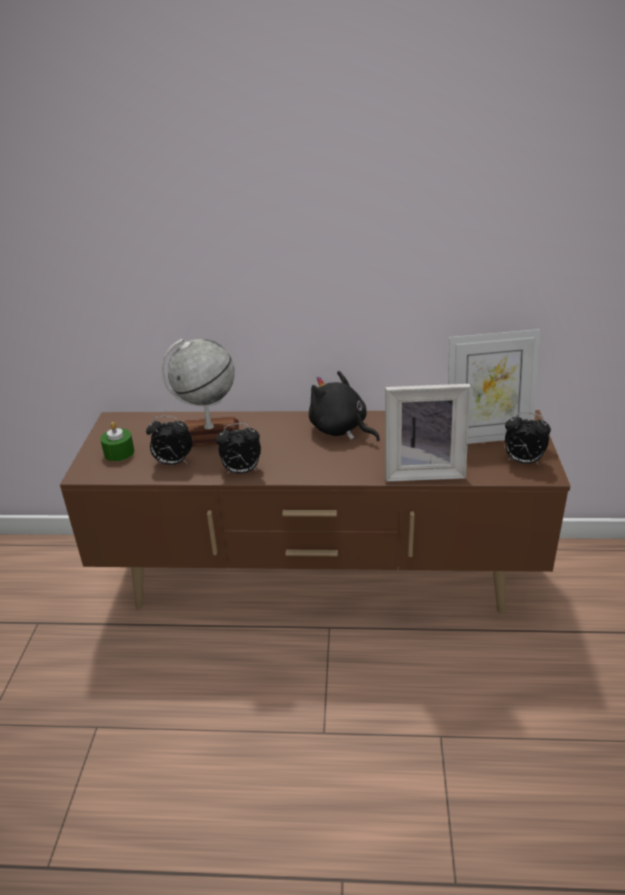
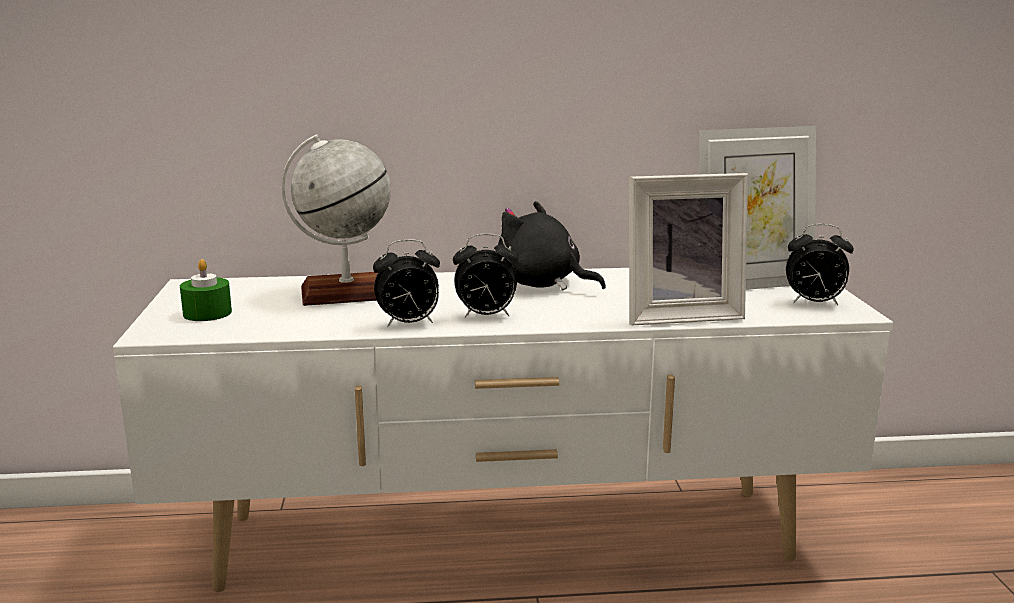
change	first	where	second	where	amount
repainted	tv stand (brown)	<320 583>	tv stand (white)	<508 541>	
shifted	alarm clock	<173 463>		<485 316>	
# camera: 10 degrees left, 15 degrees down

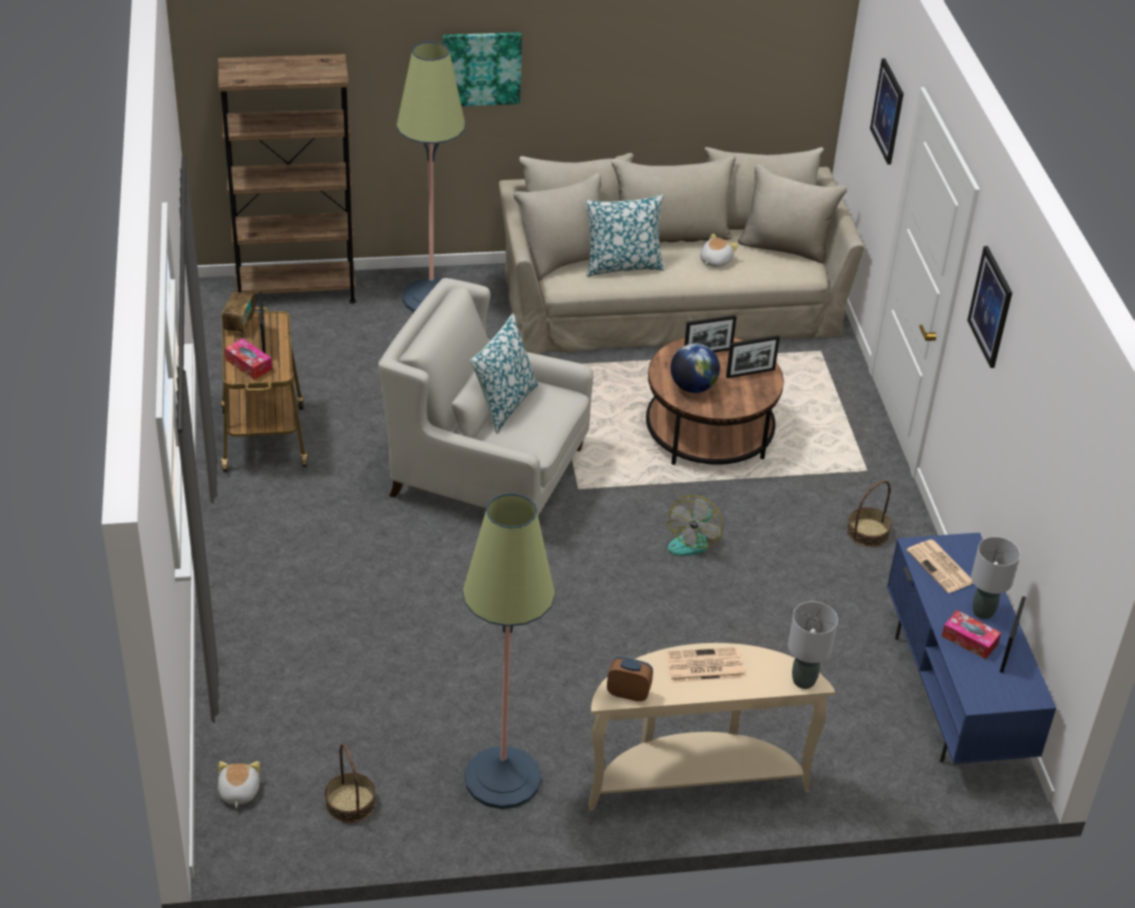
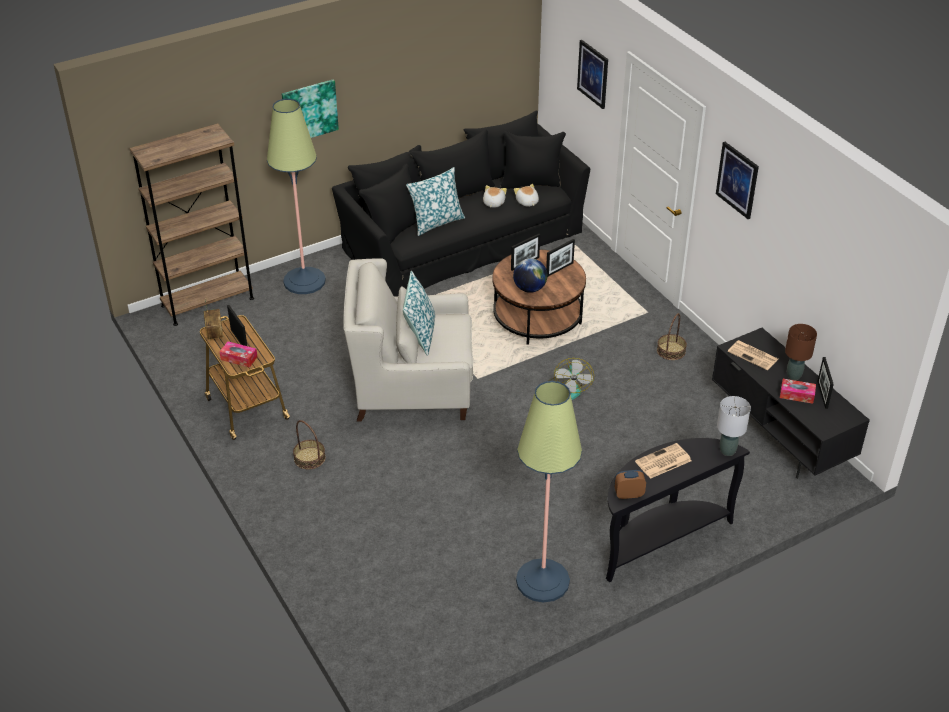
change	first	where	second	where	amount
shifted	plush toy	<238 792>		<527 202>	
shifted	basket	<350 803>		<309 458>	
repainted	sofa (beige)	<671 302>	sofa (black)	<463 240>	
repainted	console table (beige)	<694 777>	console table (black)	<659 538>	
repainted	tv stand (blue)	<955 696>	tv stand (black)	<781 435>	
repainted	table lamp (grey)	<983 612>	table lamp (brown)	<794 375>	
# camera: 20 degrees left, 0 degrees up

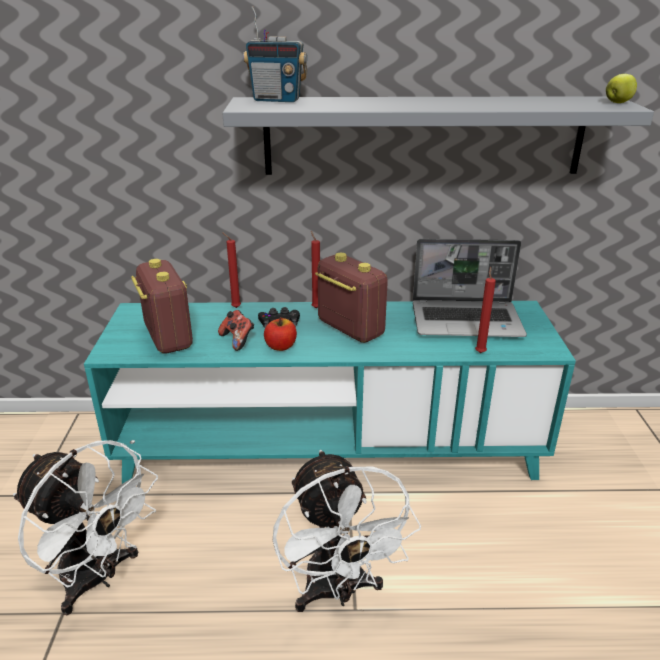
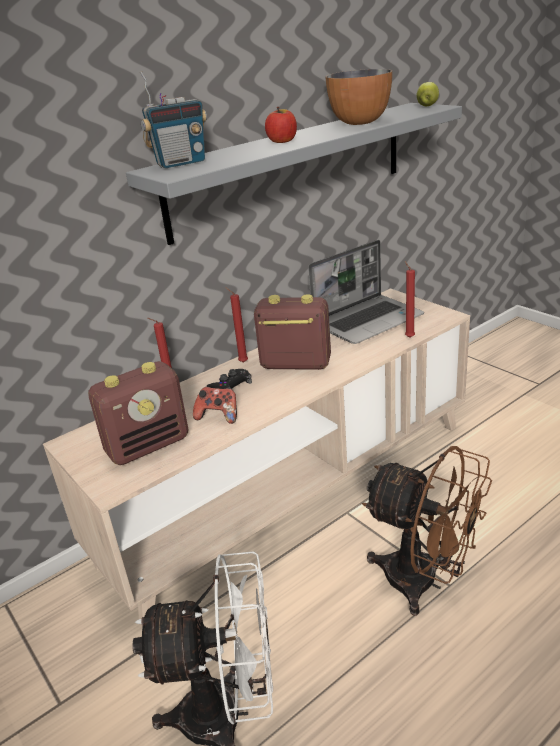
change	first	where	second	where	amount
repainted	tv stand (turquoise)	<330 447>	tv stand (beige)	<292 490>	
rotated	radio	<168 337>		<148 445>	120 degrees clockwise
shifted	apple	<281 346>		<282 141>	
repainted	fan (white)	<337 591>	fan (brown)	<424 582>	
new			bowl	<360 122>	
# camera: 35 degrees left, 0 degrees up

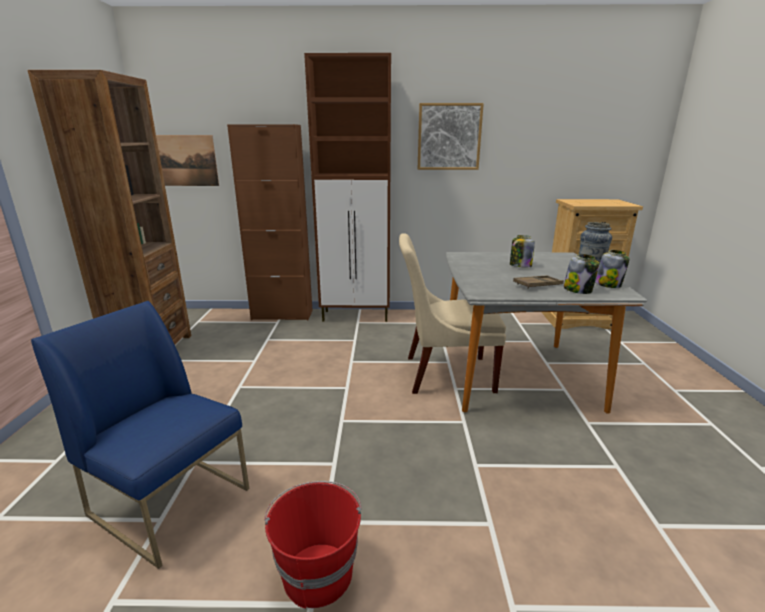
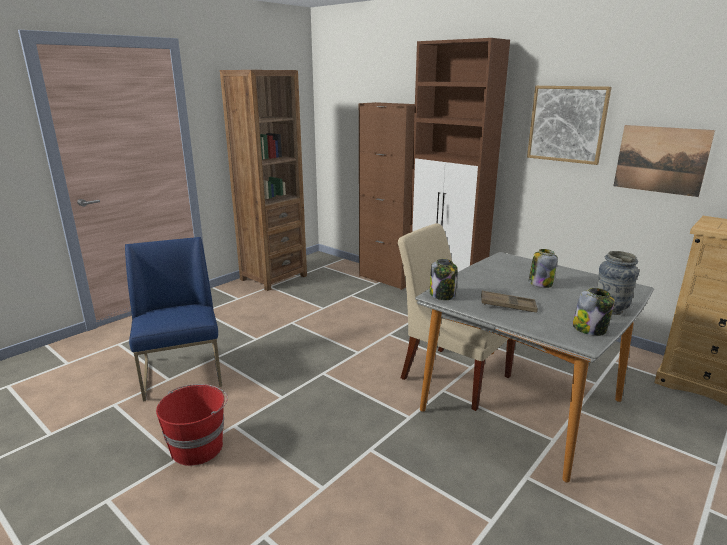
change	first	where	second	where	amount
shifted	picture	<186 160>		<660 160>	
shifted	jar	<578 290>		<443 295>	
# camera: 40 degrees right, 0 degrees up

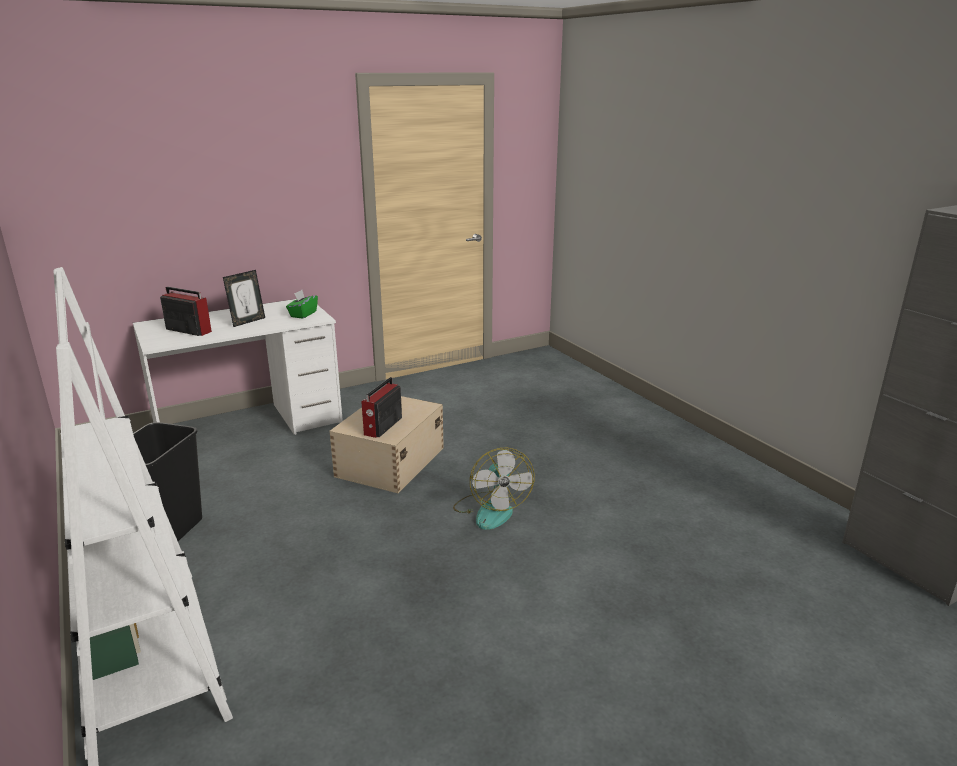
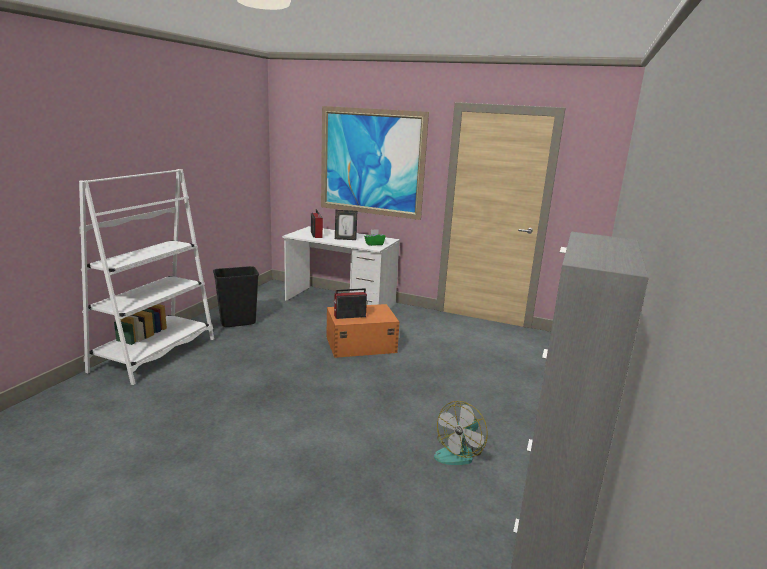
change	first	where	second	where	amount
repainted	storage box (beige)	<389 462>	storage box (orange)	<360 344>	
shifted	fan	<491 510>		<459 452>	
new			picture	<371 162>	
# camera: 50 degrees right, 5 degrees down

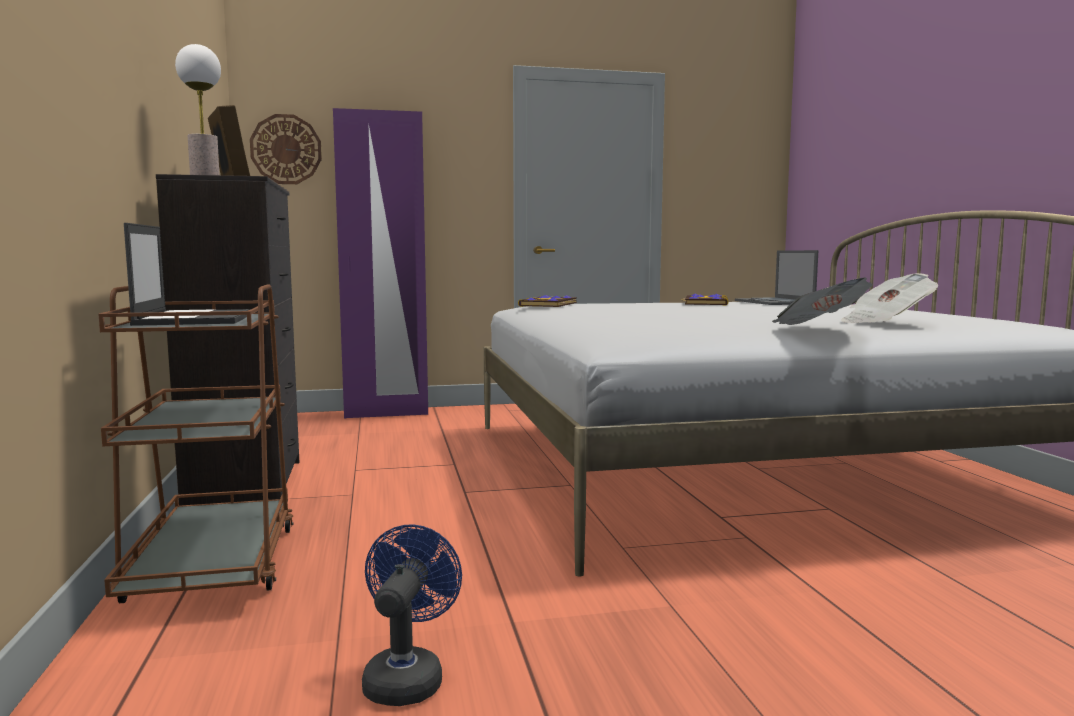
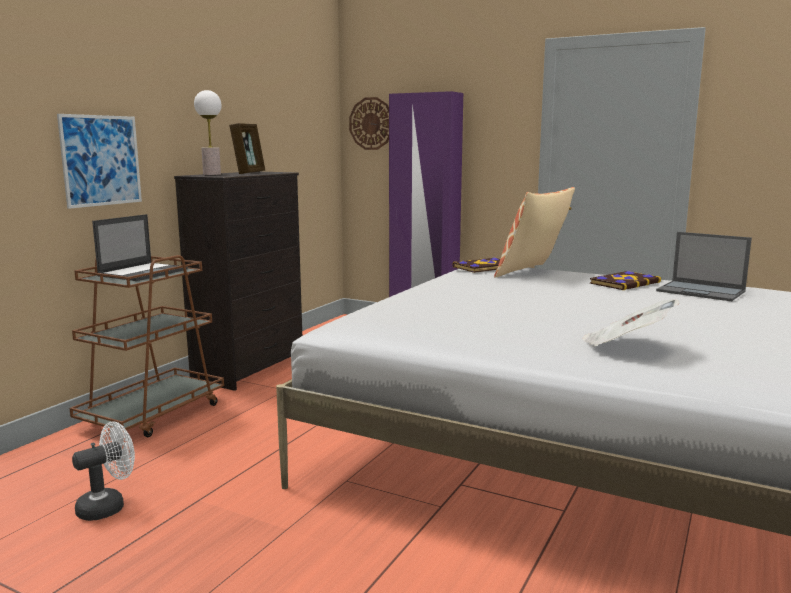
change	first	where	second	where	amount
repainted	fan (blue)	<407 677>	fan (white)	<108 506>	
rotated	laptop	<775 302>		<701 291>	75 degrees counterclockwise
gone	newspaper	<819 328>			
new			picture	<101 160>	
new			pillow	<533 272>	
# camera: 40 degrees right, 5 degrees up

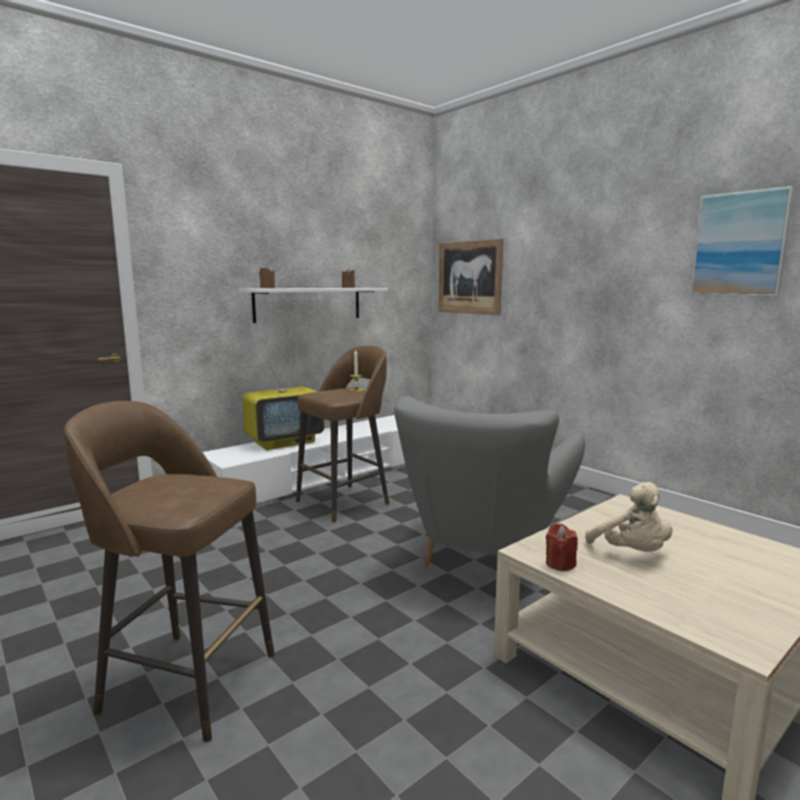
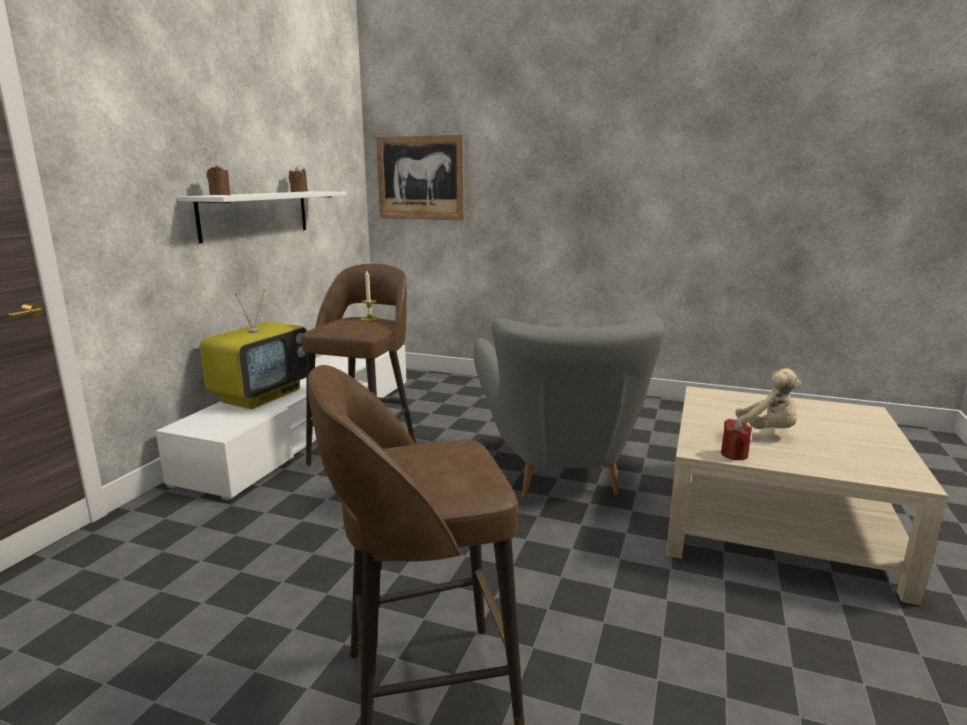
change	first	where	second	where	amount
gone	picture	<740 244>			
# camera: 30 degrees left, 5 degrees up

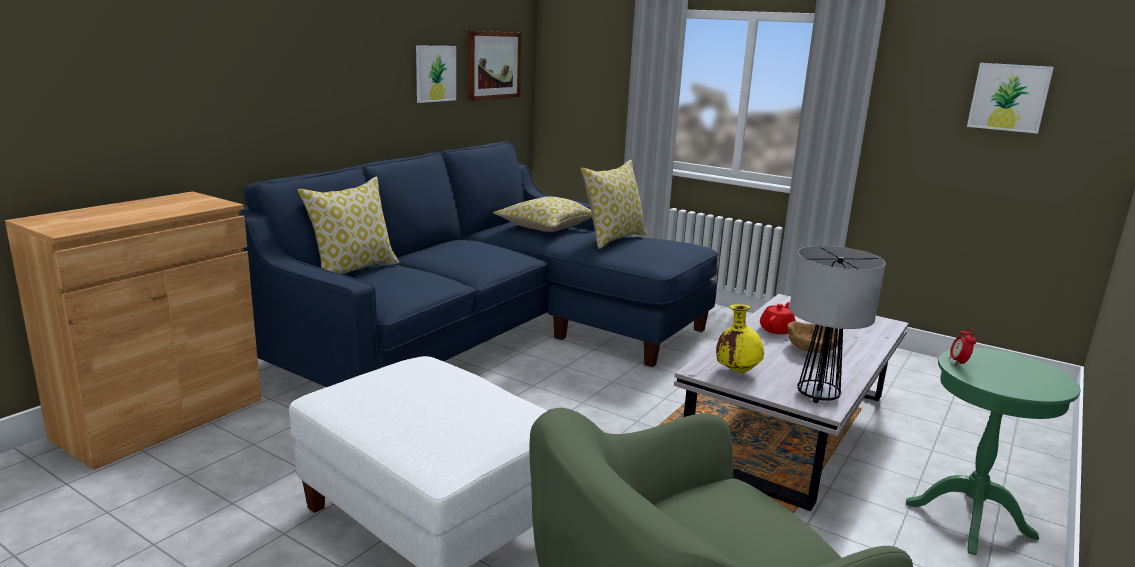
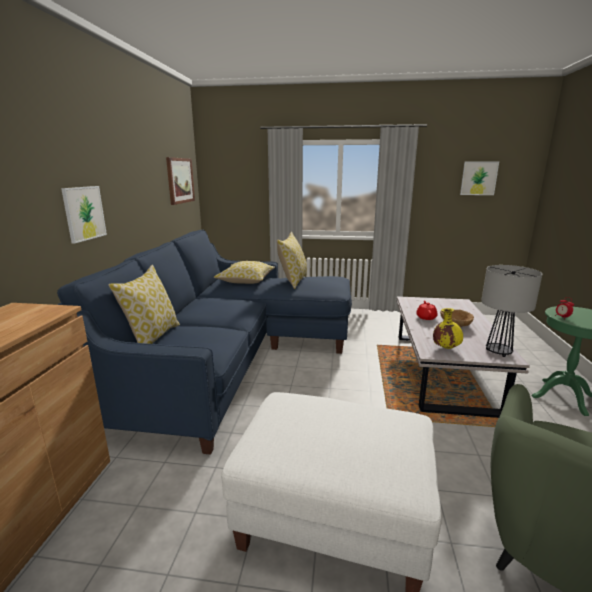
change	first	where	second	where	amount
shifted	picture	<435 73>		<84 213>	
# camera: 25 degrees left, 0 degrees up

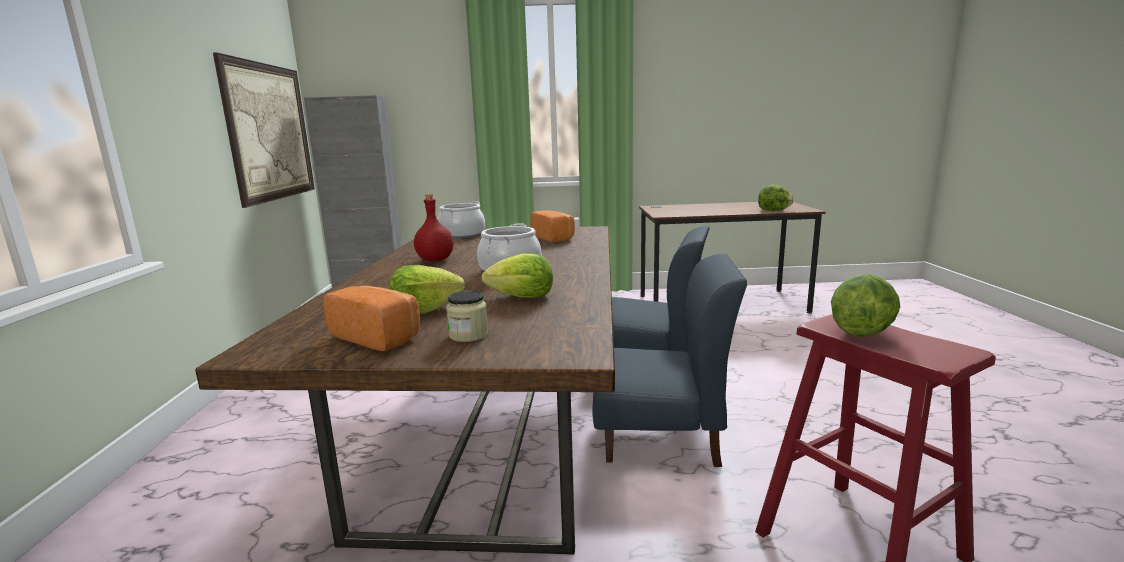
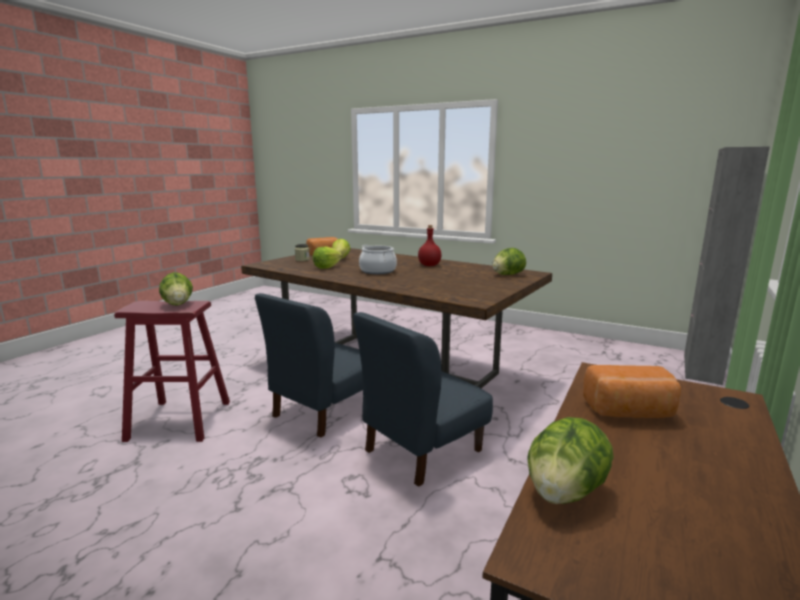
change	first	where	second	where	amount
gone	picture	<270 132>			
swapped	cooking pot	<462 235>	lettuce	<507 275>	
shifted	bread	<554 238>		<630 412>	
# camera: 120 degrees right, 0 degrees up

